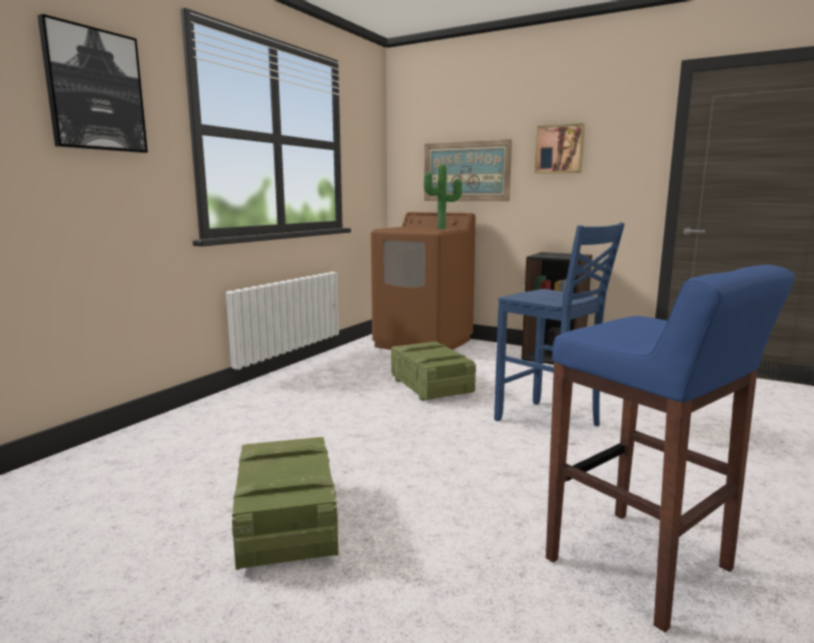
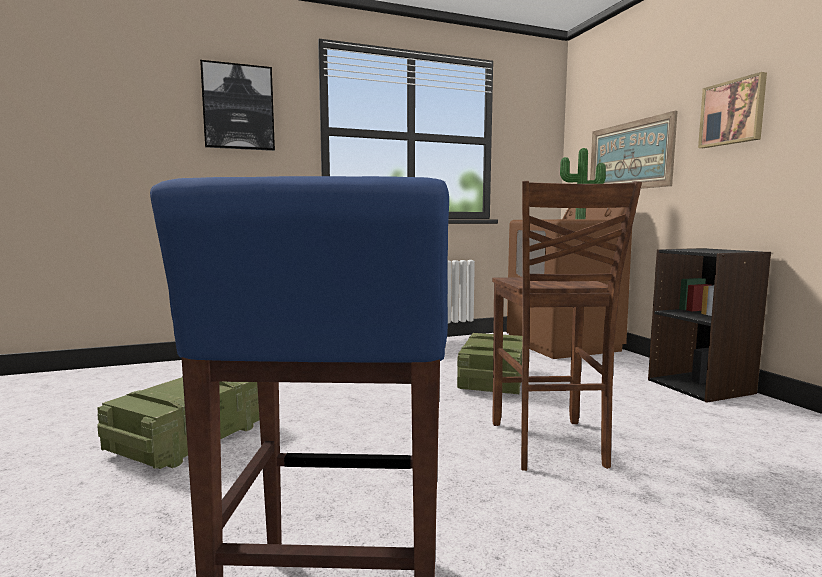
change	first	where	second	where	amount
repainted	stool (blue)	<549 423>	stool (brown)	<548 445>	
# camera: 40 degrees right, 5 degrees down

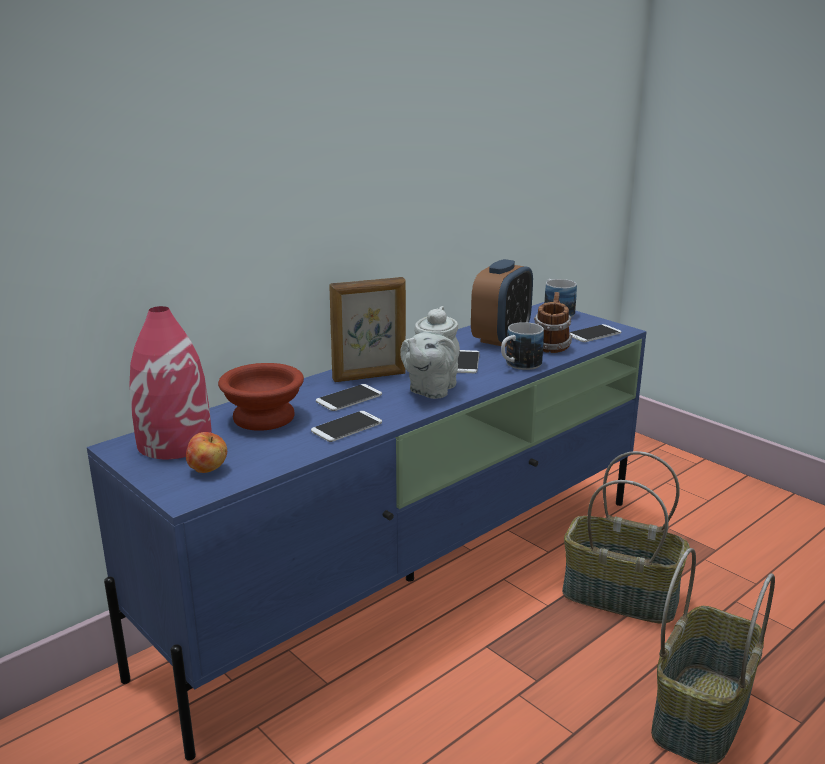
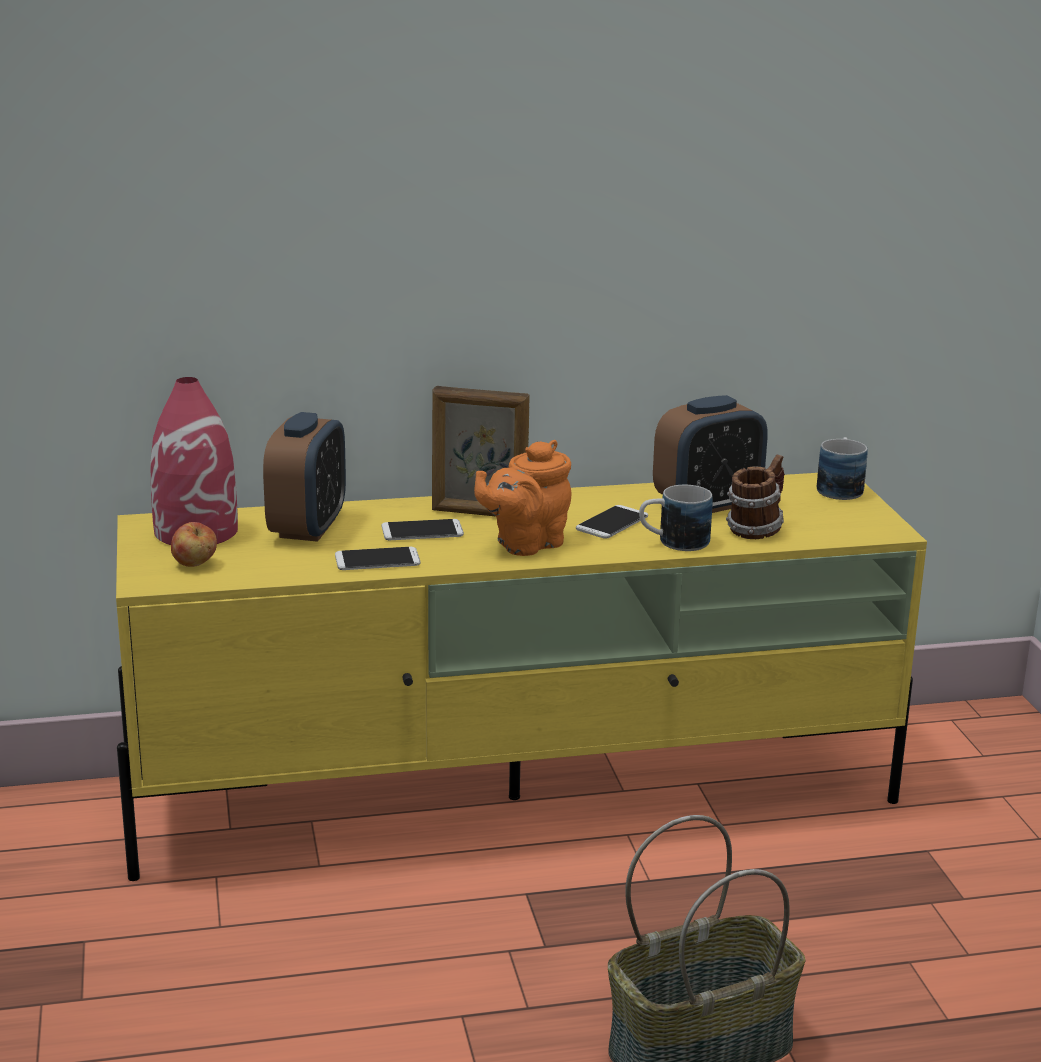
change	first	where	second	where	amount
repainted	tv stand (blue)	<413 578>	tv stand (yellow)	<519 797>	
swapped	bowl (brown)	<261 417>	alarm clock	<308 528>	
repainted	teapot (grey)	<431 390>	teapot (orange)	<525 544>	
gone	basket	<618 597>			
gone	phone	<594 334>			
# camera: 30 degrees right, 0 degrees up

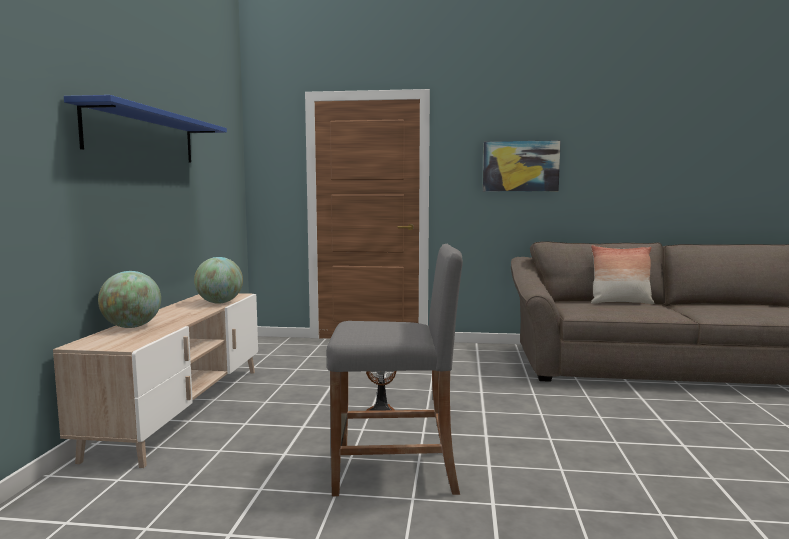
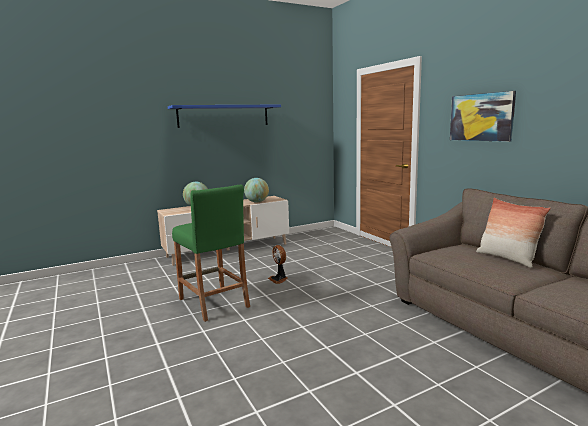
change	first	where	second	where	amount
repainted	stool (grey)	<395 472>	stool (green)	<213 303>	
# camera: 55 degrees right, 5 degrees up

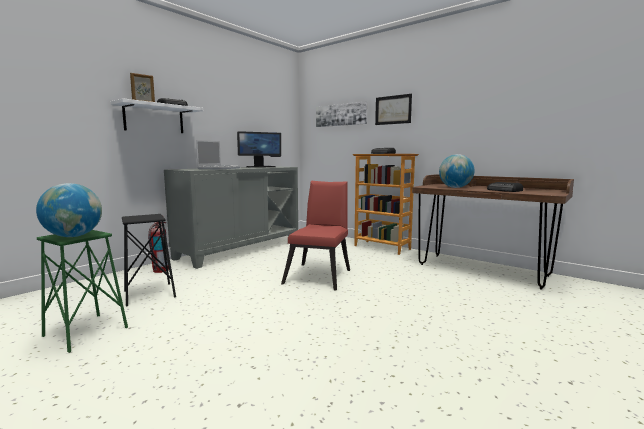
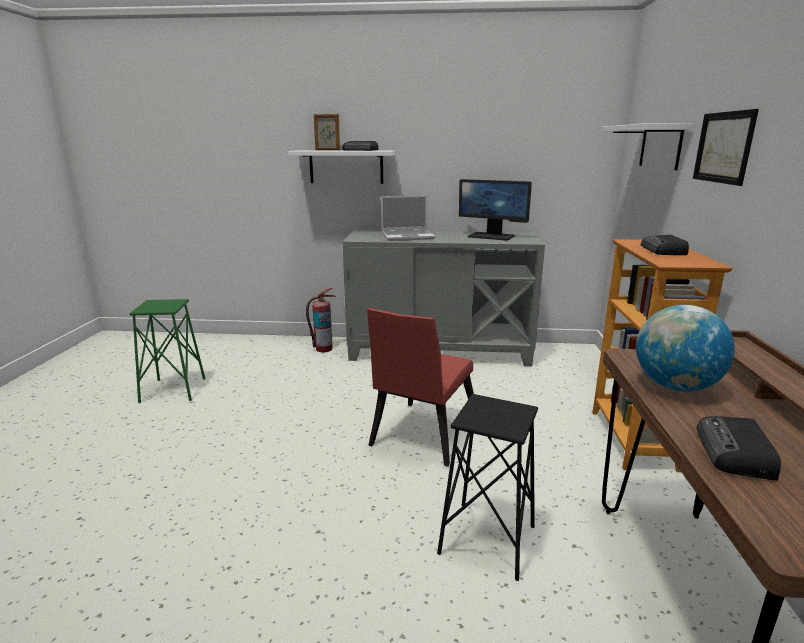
change	first	where	second	where	amount
gone	globe	<73 236>			
shifted	stool (black)	<149 294>		<487 539>	
rotated	chair (red)	<320 275>		<421 436>	135 degrees clockwise
swapped	picture	<341 115>	shelf (white)	<660 146>	
# camera: 55 degrees right, 10 degrees up

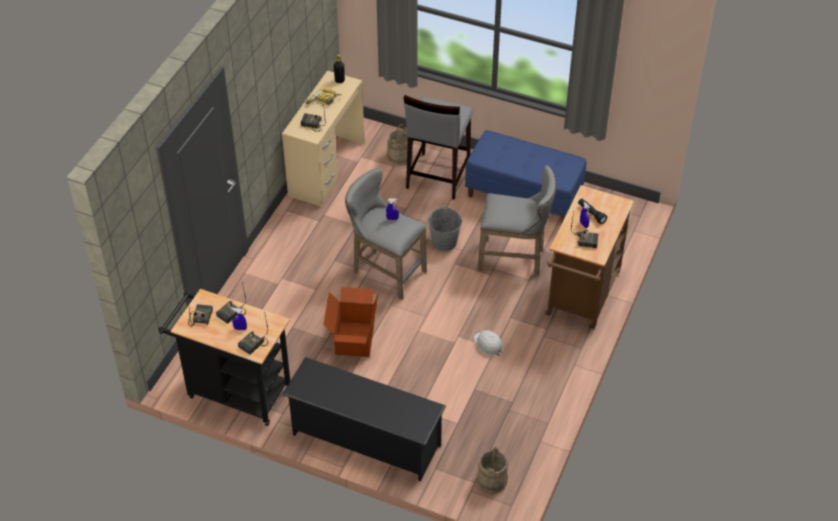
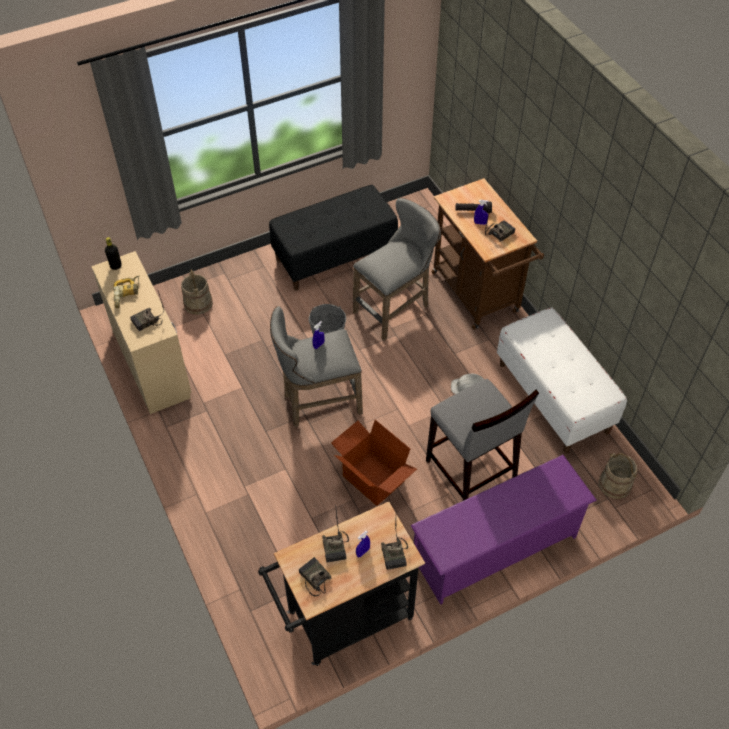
change	first	where	second	where	amount
repainted	shoe rack (black)	<365 440>	shoe rack (purple)	<495 549>	
shifted	stool (grey)	<437 176>		<470 472>	
repainted	bench (blue)	<524 196>	bench (black)	<335 256>	
new			bench (white)	<553 397>	
# camera: 50 degrees left, 5 degrees up

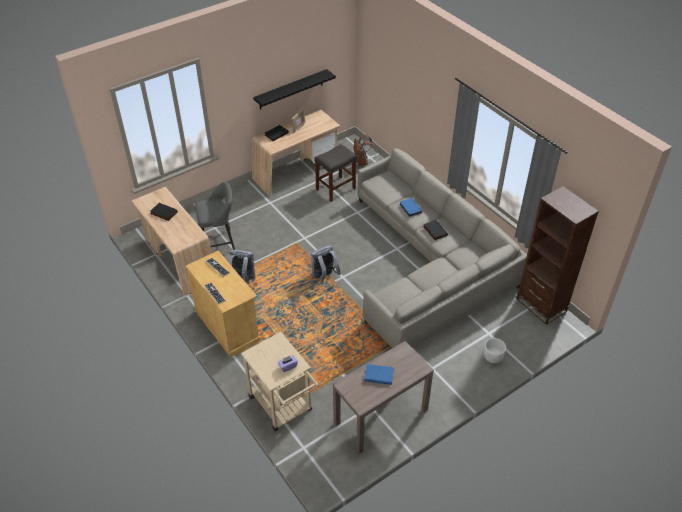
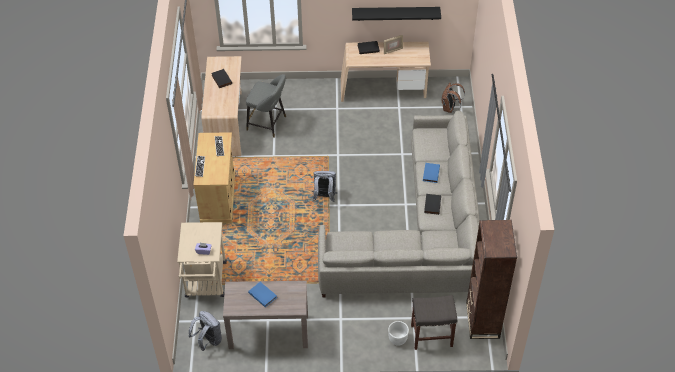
change	first	where	second	where	amount
shifted	backpack (grey)	<243 279>		<208 340>	
shifted	stool (grey)	<335 189>		<431 336>	
# camera: 35 degrees right, 5 degrees up

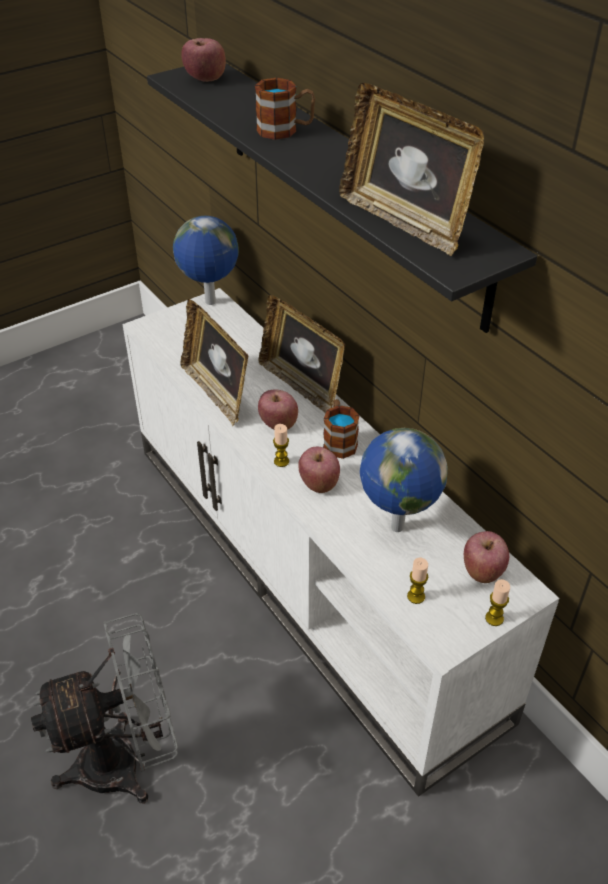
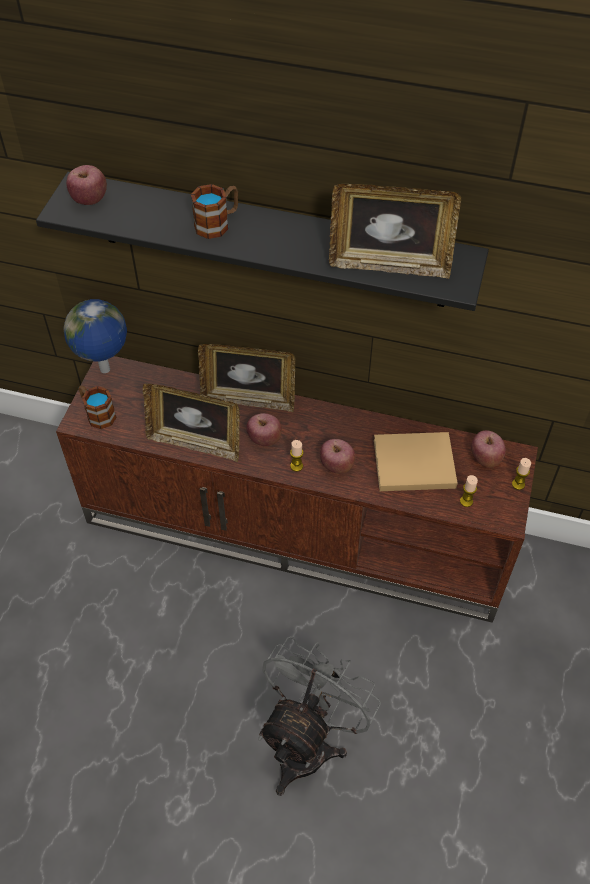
change	first	where	second	where	amount
repainted	tv stand (white)	<310 571>	tv stand (brown)	<298 529>	
shifted	mug	<339 440>		<97 414>	
swapped	globe	<395 526>	book (beige)	<411 464>	
# camera: 40 degrees left, 10 degrees up

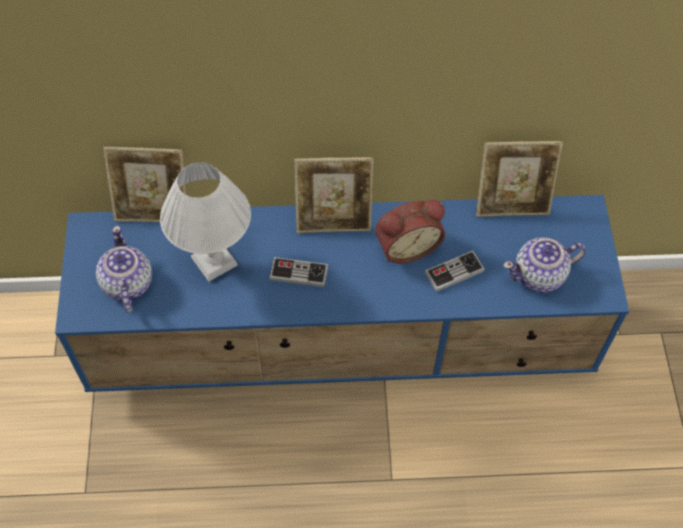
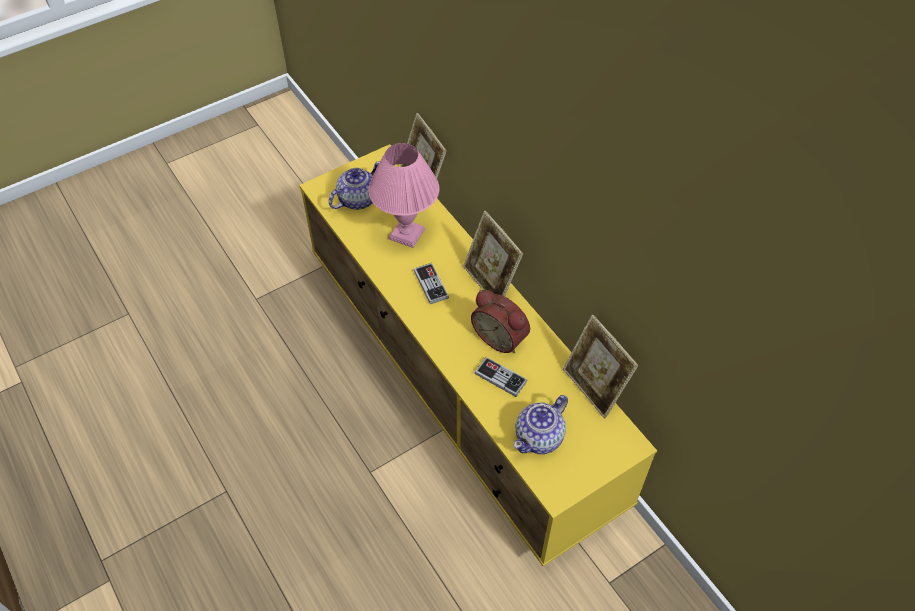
change	first	where	second	where	amount
repainted	tv stand (blue)	<343 344>	tv stand (yellow)	<459 385>	
repainted	table lamp (white)	<215 260>	table lamp (pink)	<408 234>	
rotated	teapot	<539 275>		<540 437>	90 degrees counterclockwise
# camera: 60 degrees right, 5 degrees down

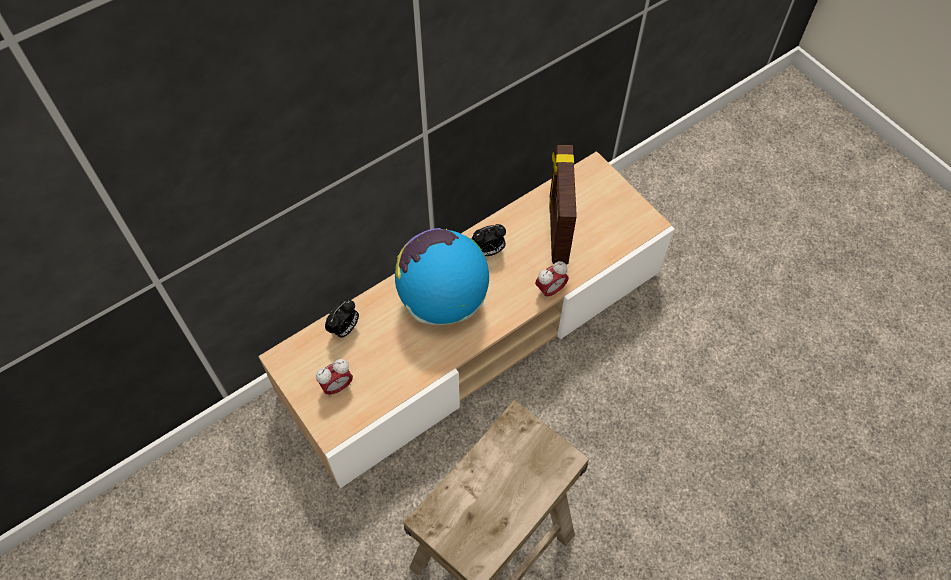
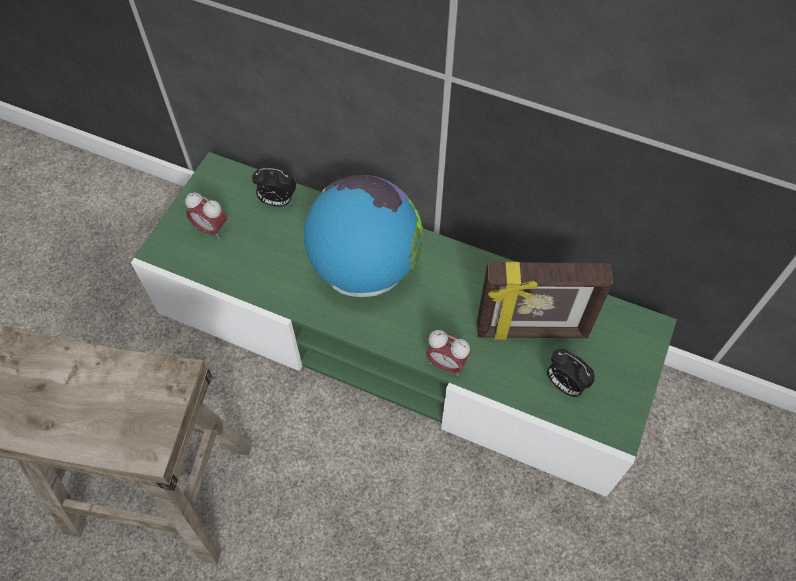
change	first	where	second	where	amount
repainted	tv stand (beige)	<475 332>	tv stand (green)	<398 342>	
shifted	alarm clock	<488 251>		<564 384>	
rotated	picture frame	<557 230>		<532 331>	150 degrees counterclockwise
# camera: 60 degrees right, 0 degrees up

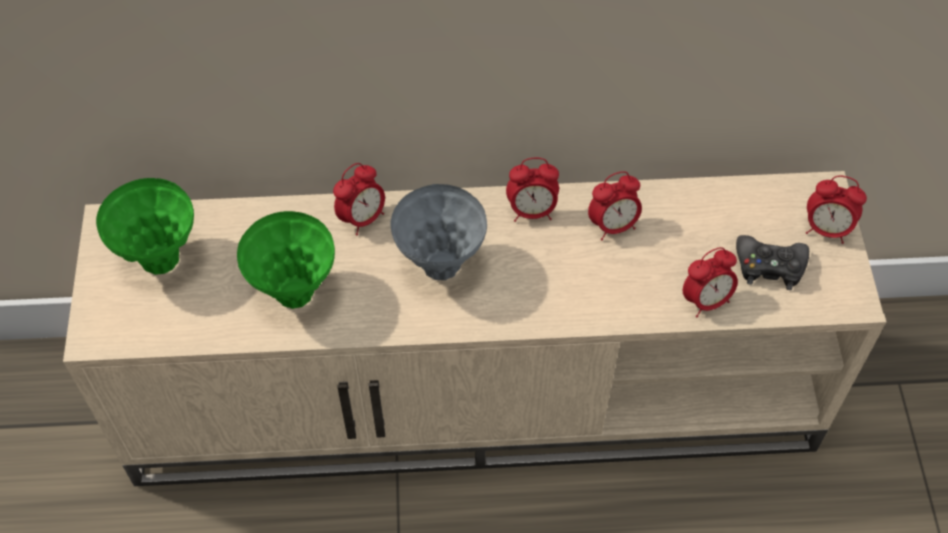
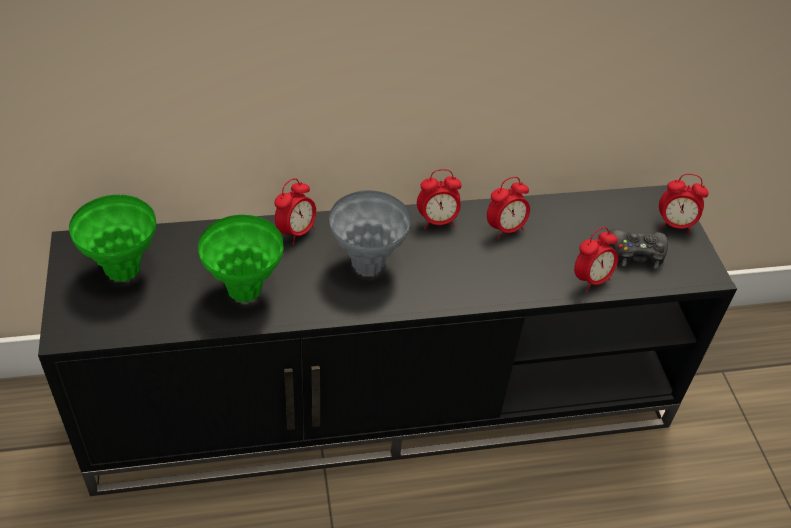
change	first	where	second	where	amount
repainted	tv stand (beige)	<477 394>	tv stand (black)	<385 400>	
# camera: 10 degrees left, 10 degrees down

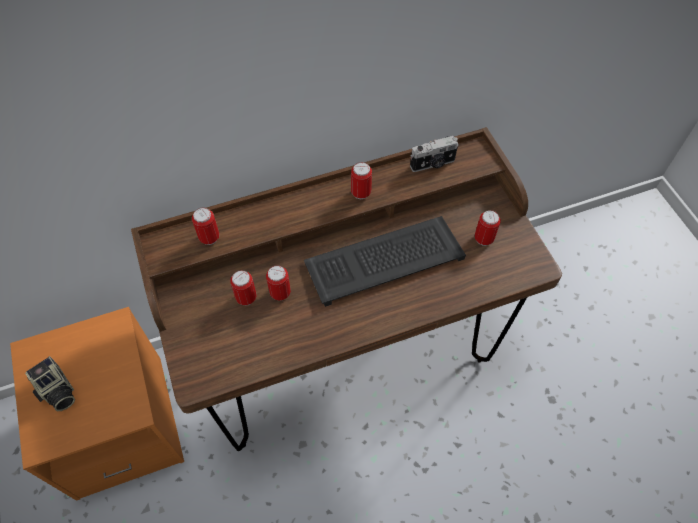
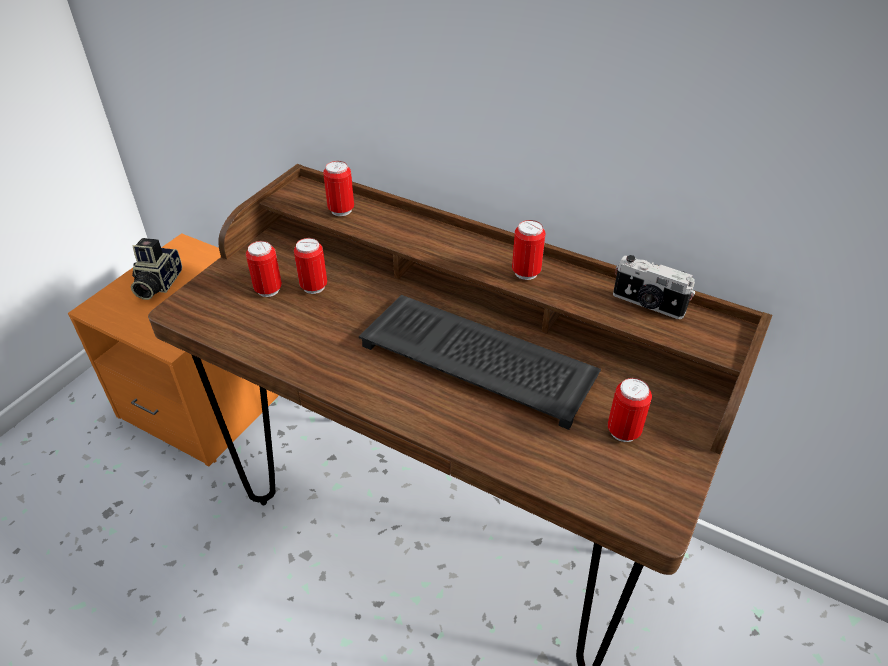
change	first	where	second	where	amount
shifted	can	<280 293>		<268 290>	
# camera: 50 degrees right, 15 degrees down

